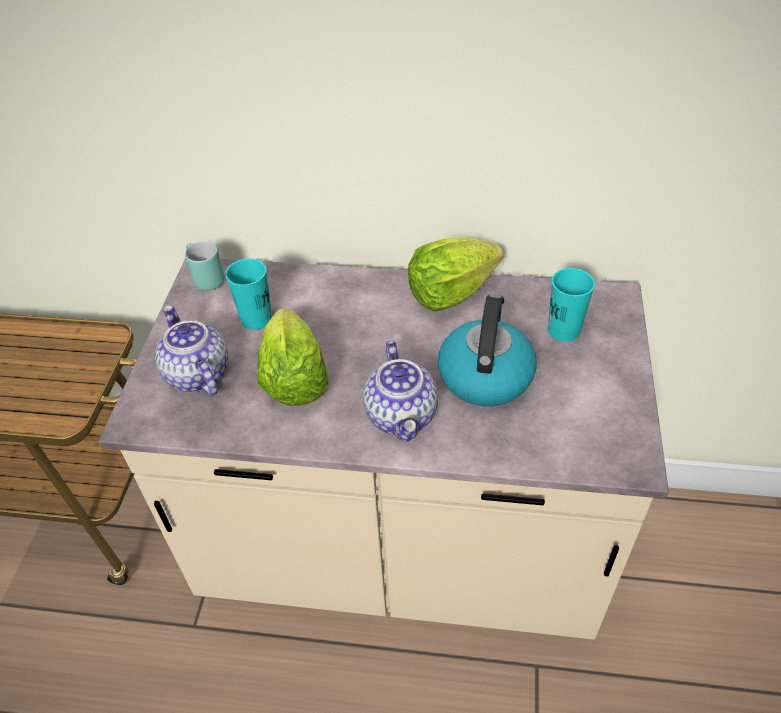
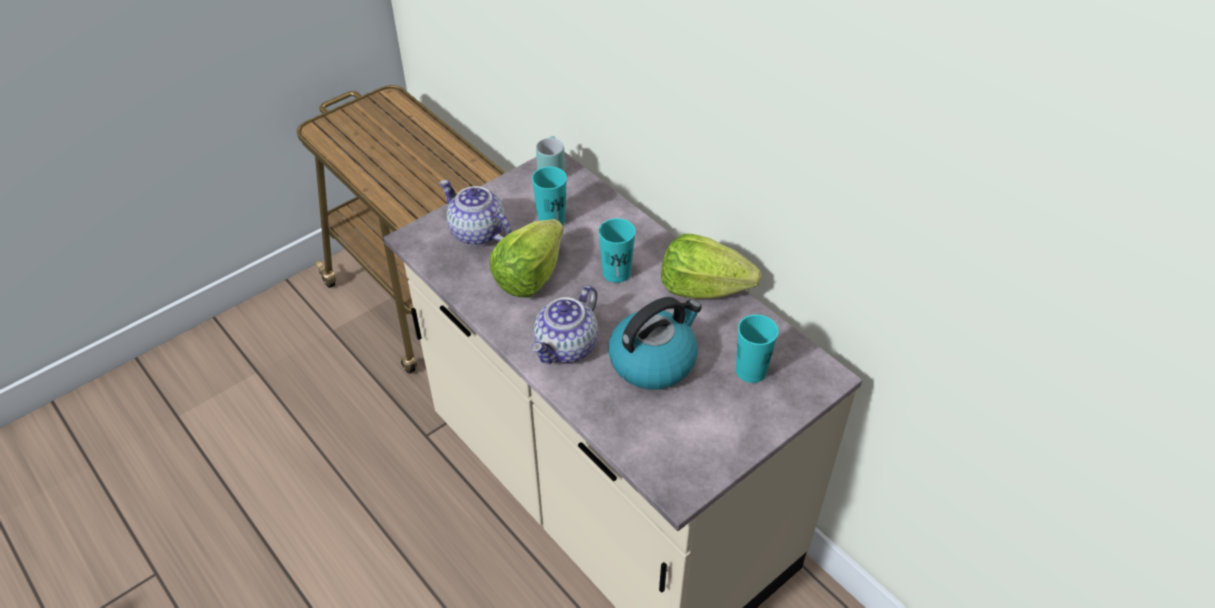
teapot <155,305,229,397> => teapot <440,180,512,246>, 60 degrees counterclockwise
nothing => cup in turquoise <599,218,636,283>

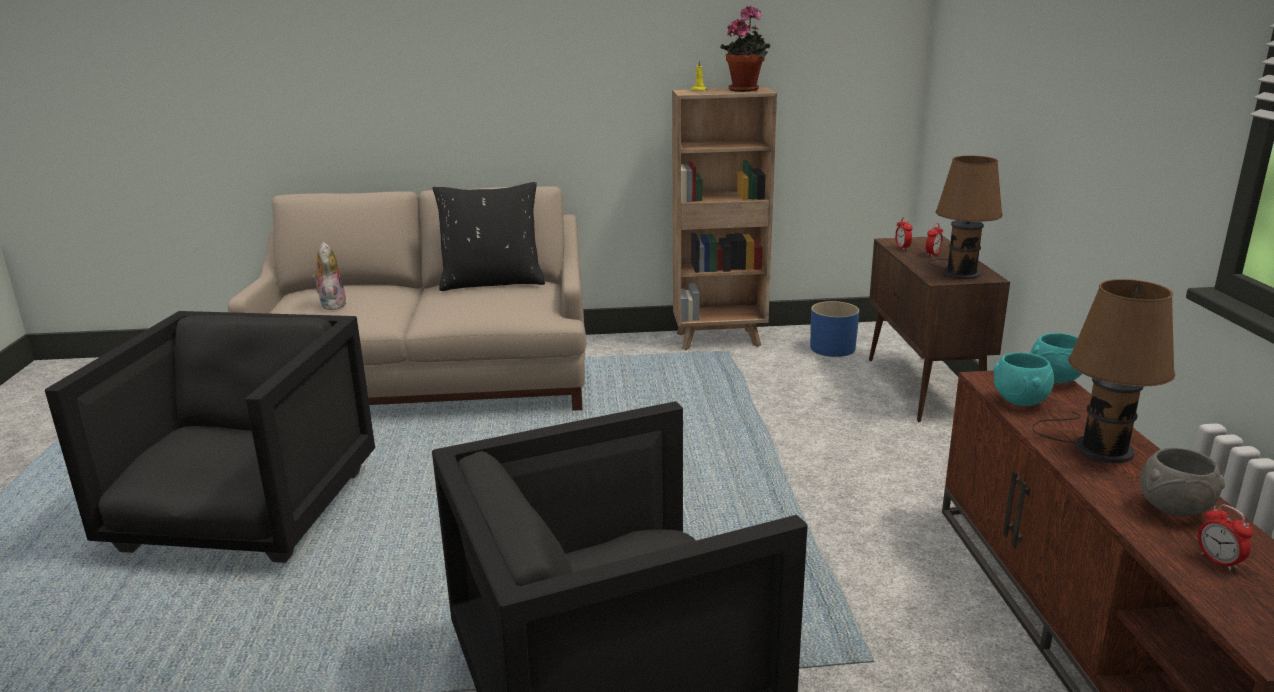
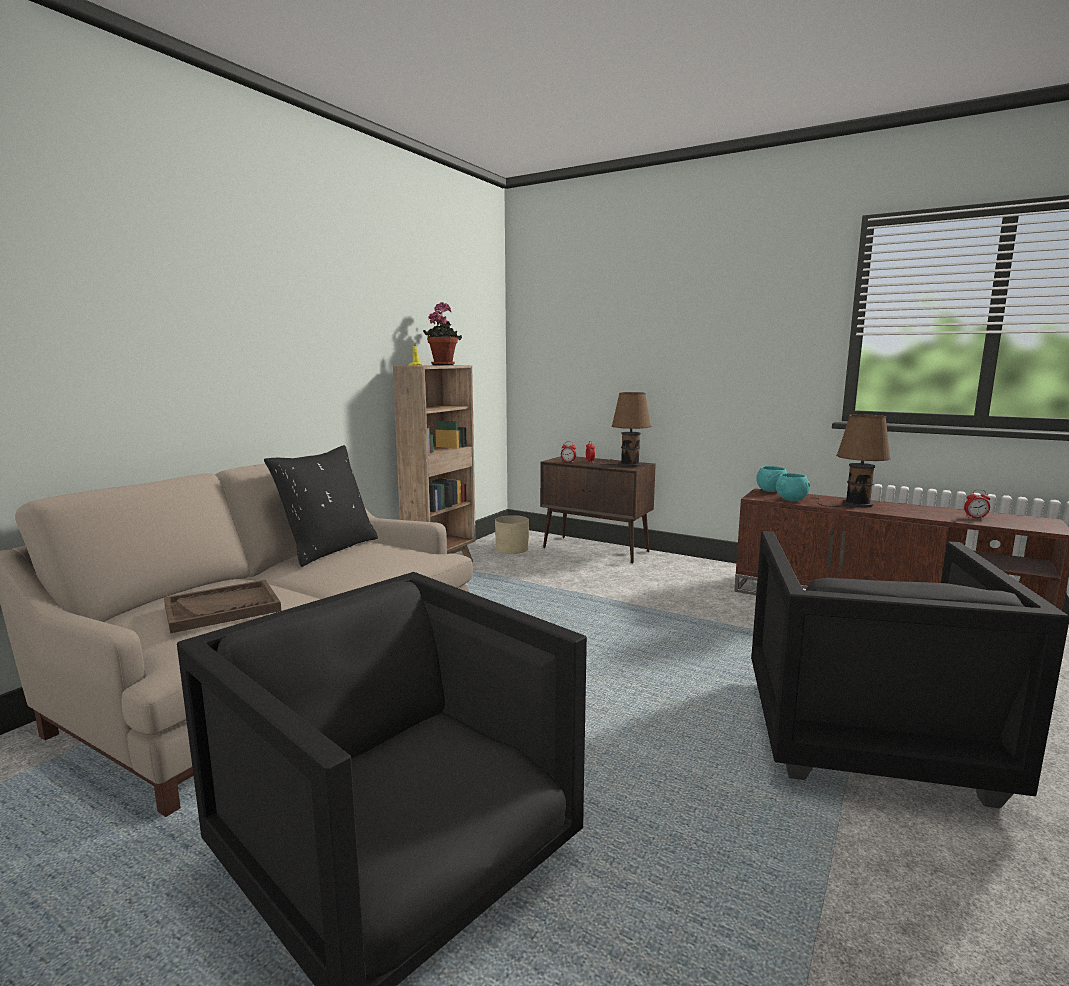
plush toy <312,242,347,310> => tray in brown <164,580,281,633>
planter in blue <810,301,859,357> => planter in beige <495,515,529,554>
bowl in grey <1140,448,1225,517> => nothing

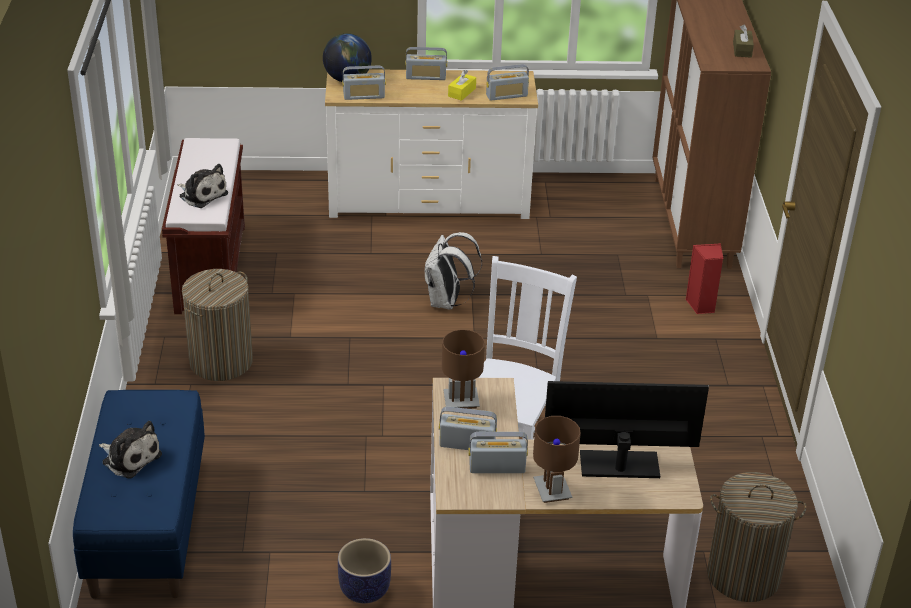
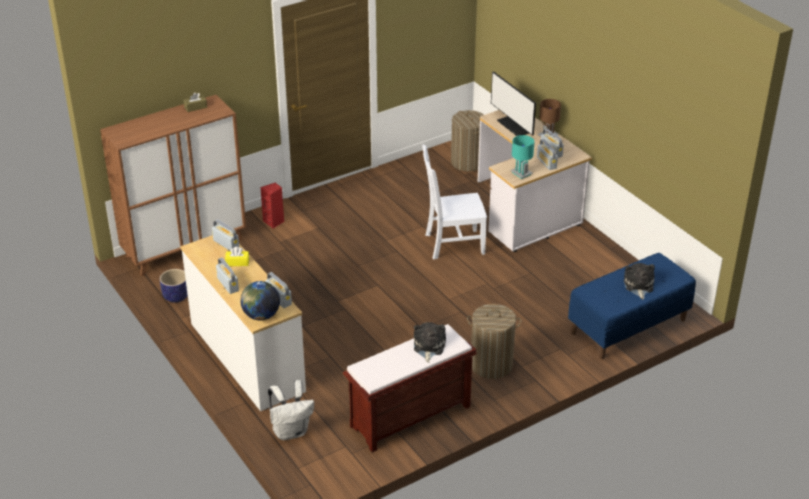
planter <338,538,391,603> => planter <160,269,188,303>, shifted
backpack in white <424,232,482,310> => backpack in white <268,380,314,440>, shifted
table lamp in brown <442,329,485,409> => table lamp in turquoise <510,135,534,179>

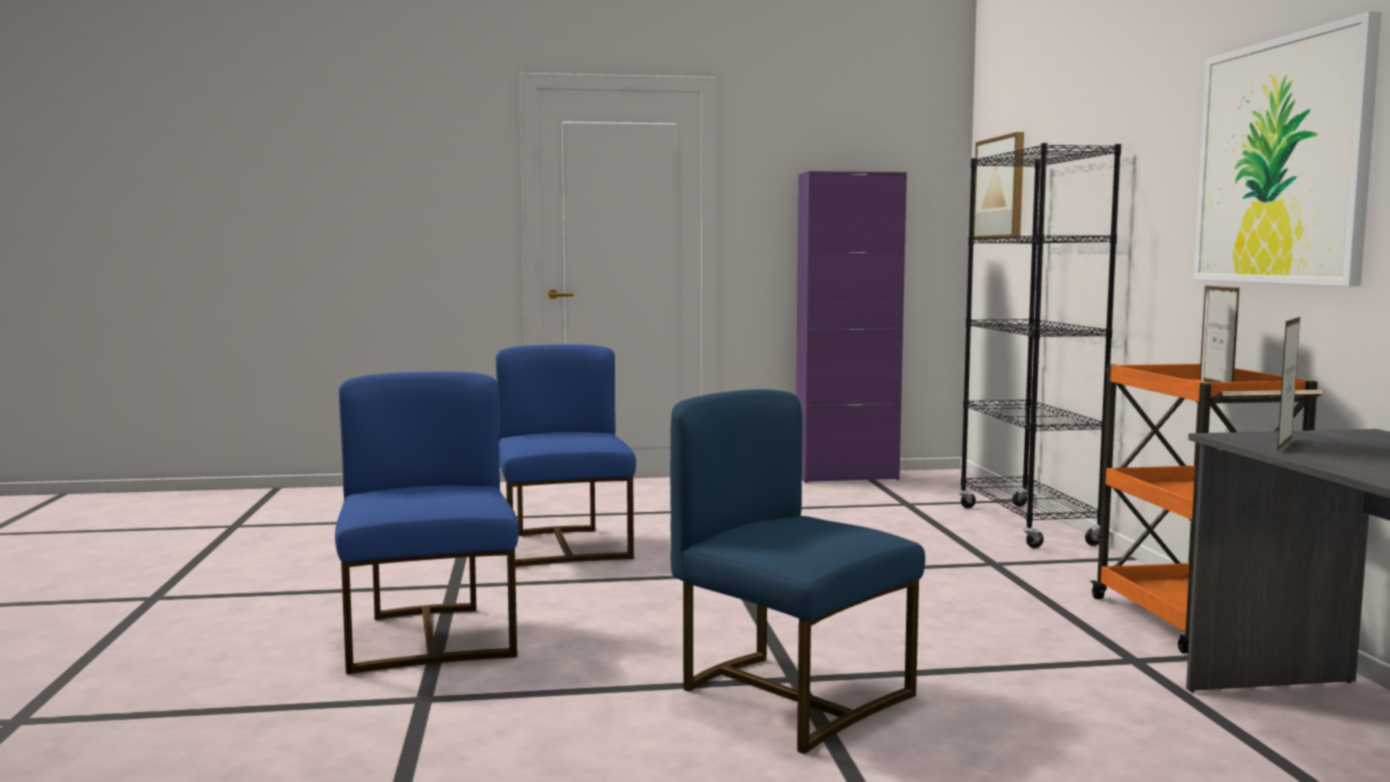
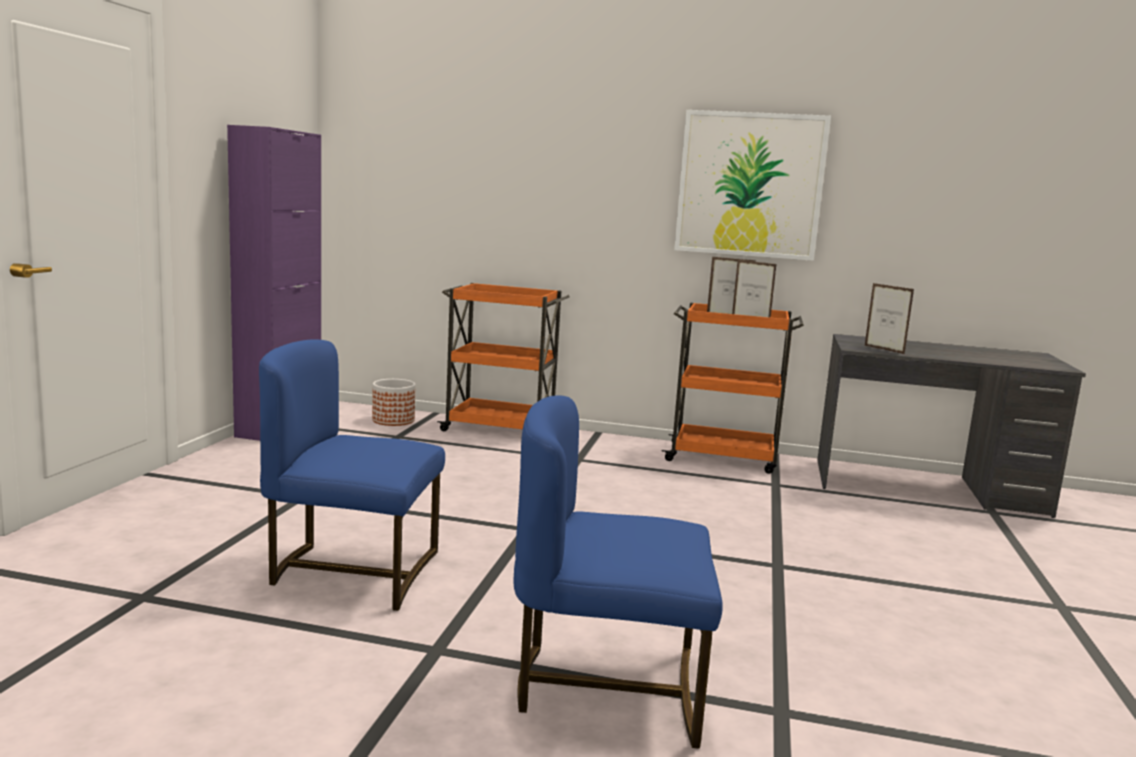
chair in blue <670,389,925,754> => nothing
bookcase in black <959,143,1121,548> => cart in orange <437,283,569,431>
picture <974,132,1024,240> => nothing
nothing => planter <372,379,415,426>

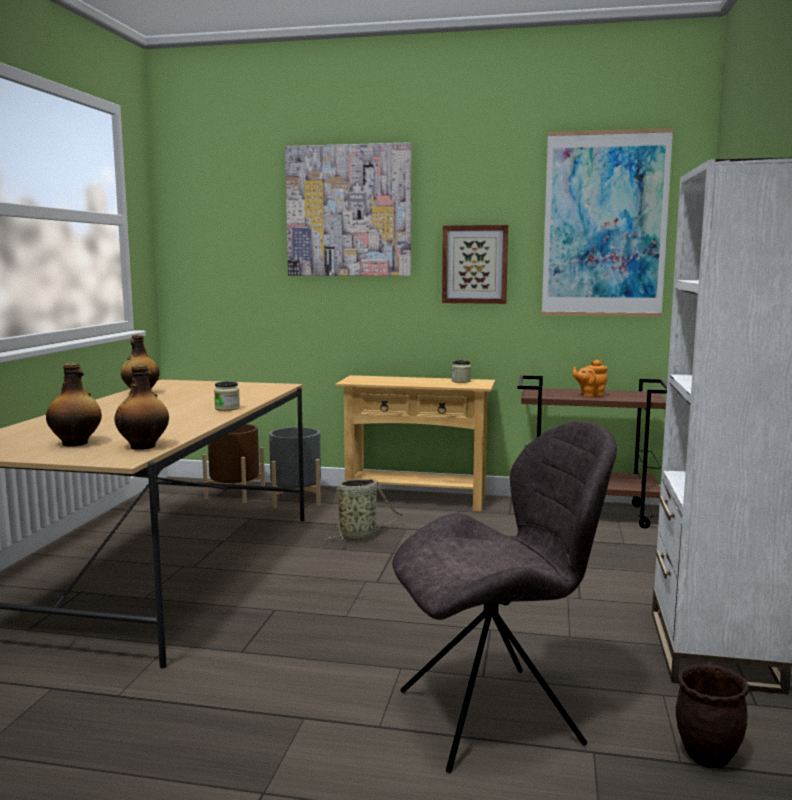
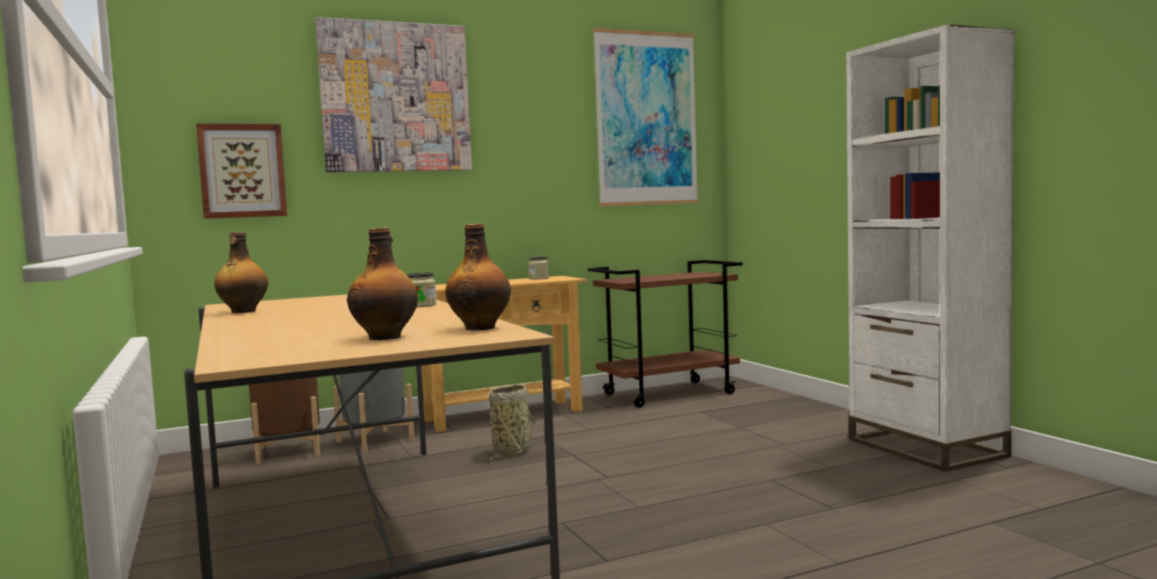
chair in grey <392,421,617,773> => nothing
picture <442,225,508,304> => picture <196,123,287,219>, shifted
teapot in orange <573,360,607,398> => nothing
planter in brown <676,664,749,768> => nothing

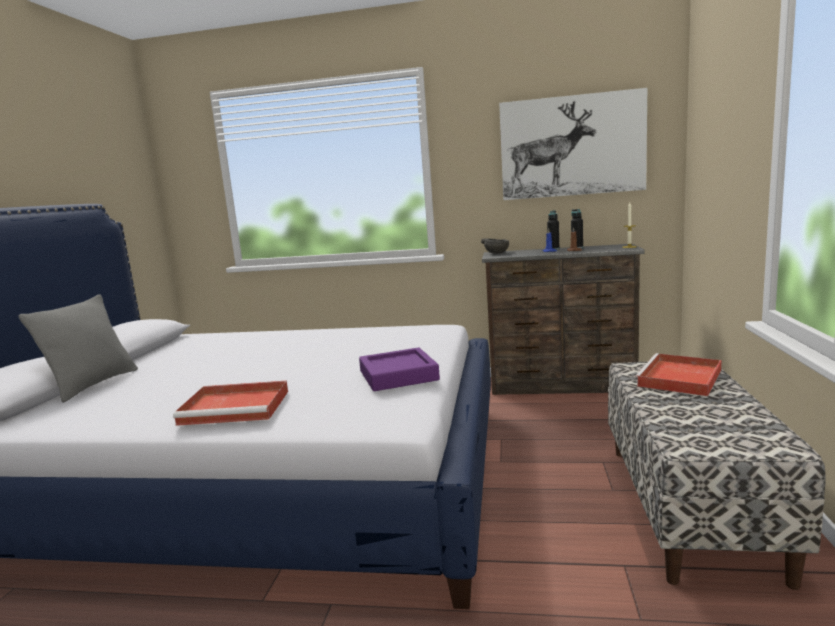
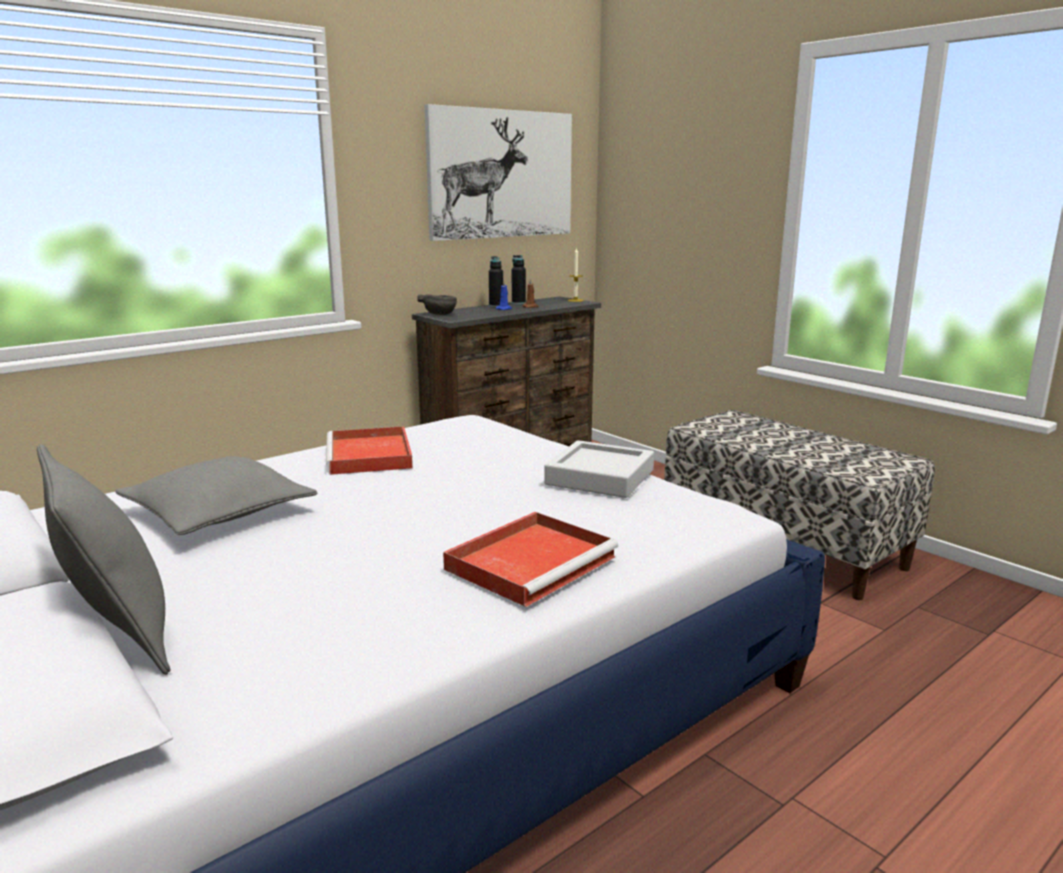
tray in purple <359,347,440,391> => tray in grey <544,440,654,498>
tray in red <634,353,722,396> => tray in red <326,426,413,475>, shifted
nothing => pillow in grey <115,456,317,535>

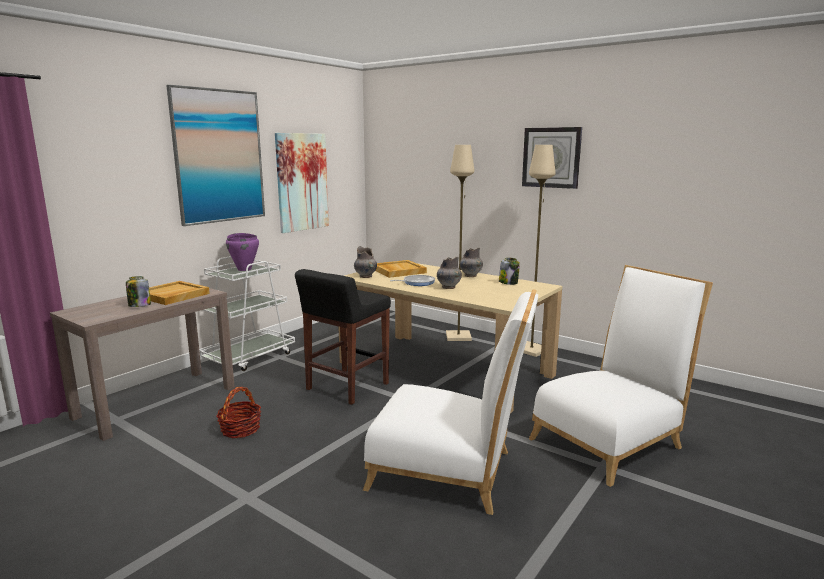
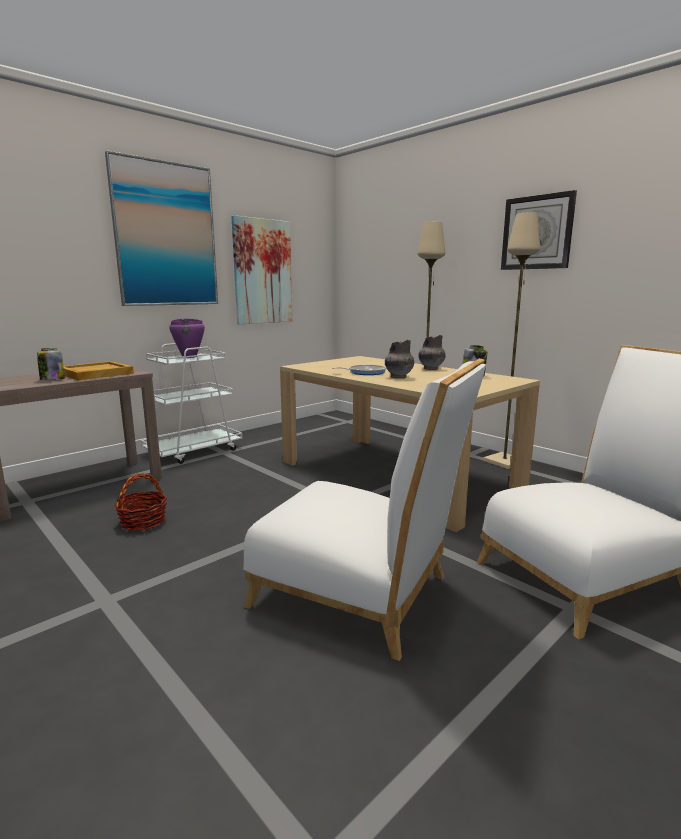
stool in black <295,269,391,405> => nothing
vase in grey <354,246,377,278> => nothing
tray in beige <375,260,427,278> => nothing

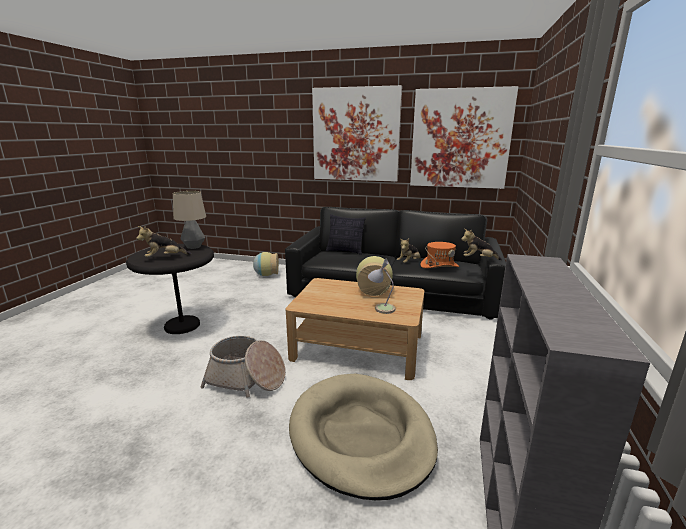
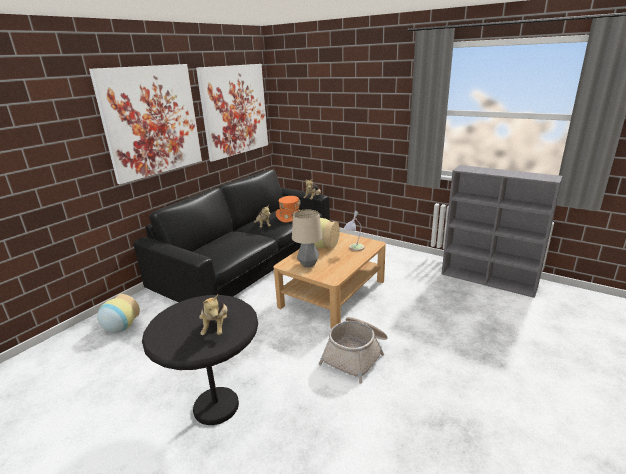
table lamp <173,191,206,249> => table lamp <292,209,323,268>, shifted
dog bed in beige <289,374,438,500> => nothing
pillow <326,214,366,255> => nothing

